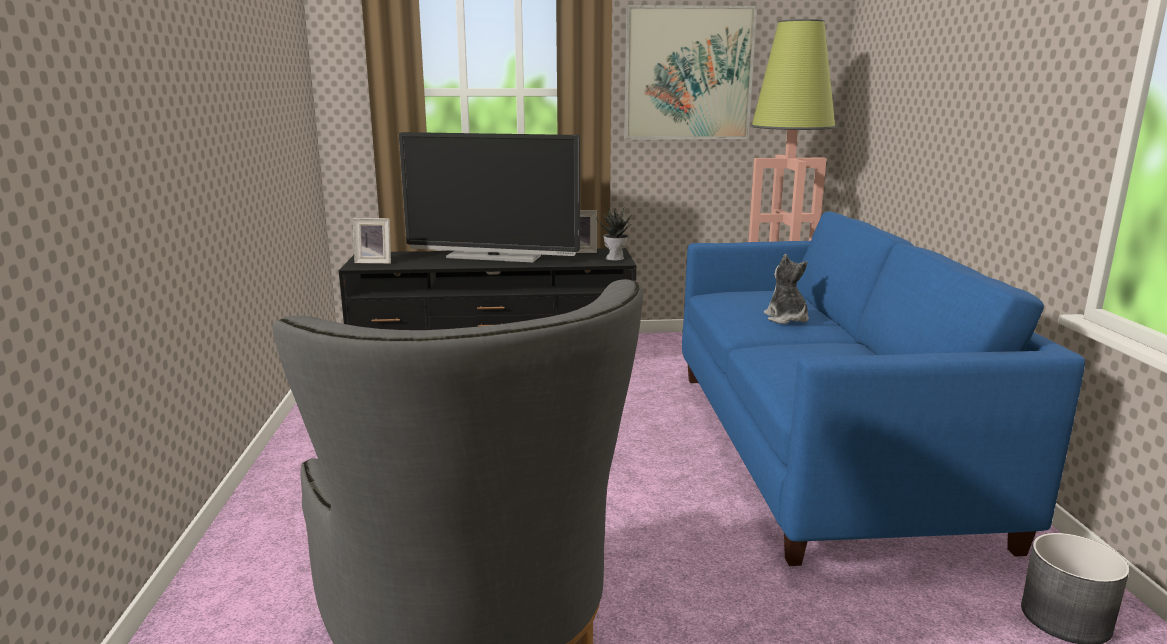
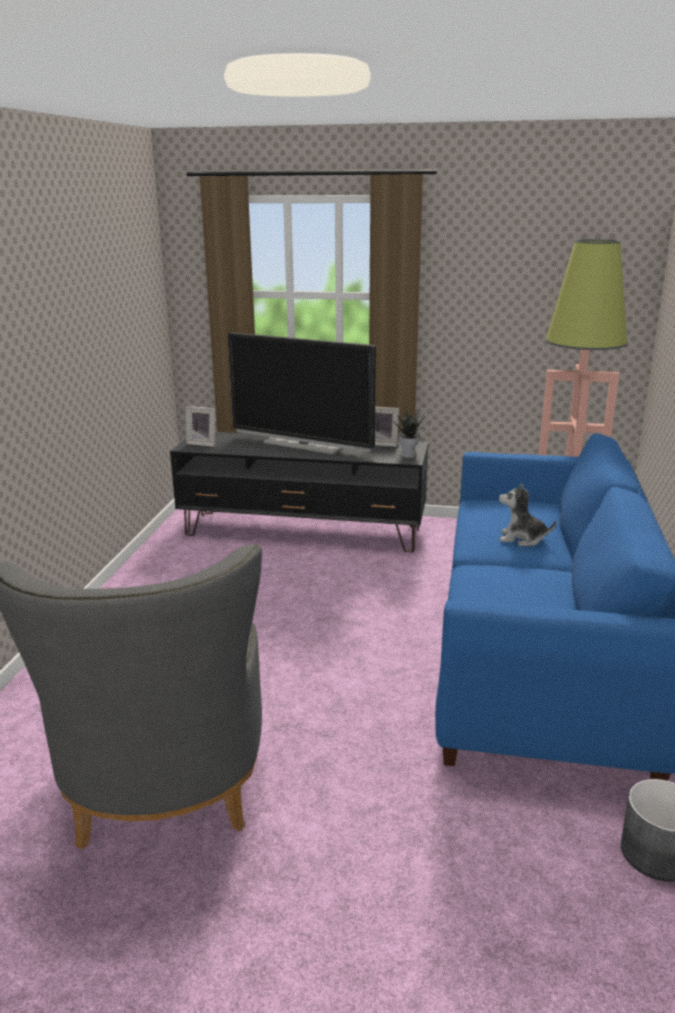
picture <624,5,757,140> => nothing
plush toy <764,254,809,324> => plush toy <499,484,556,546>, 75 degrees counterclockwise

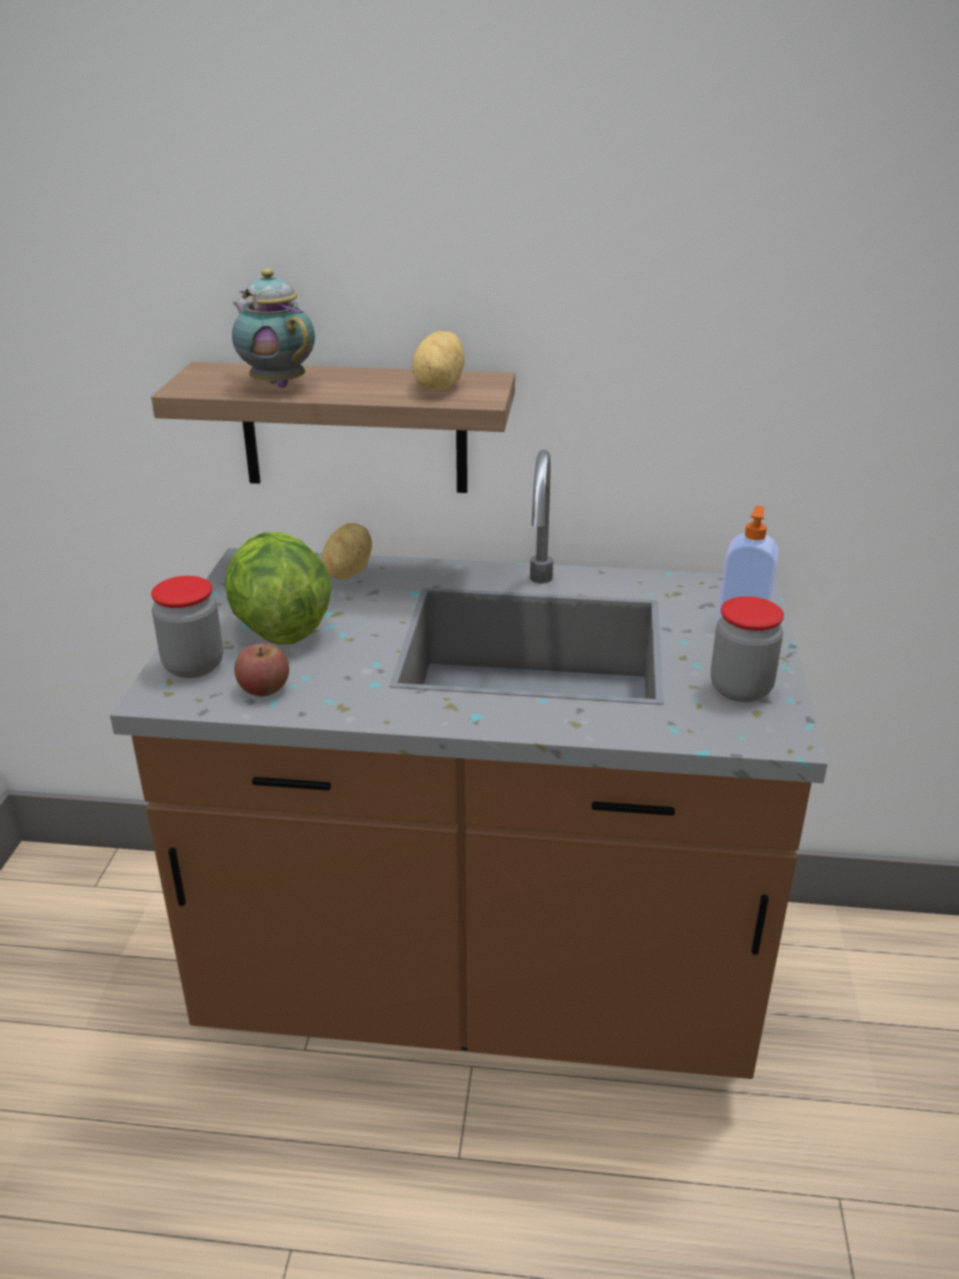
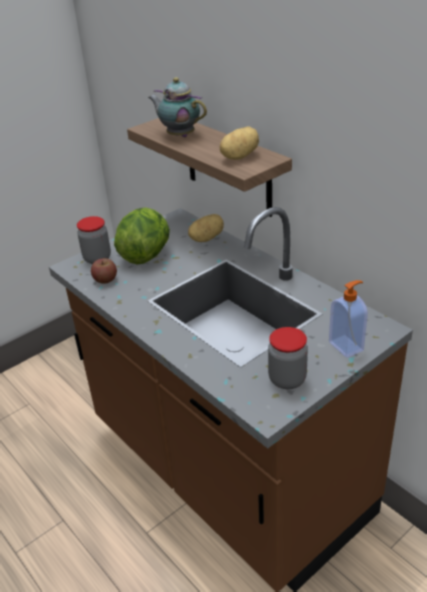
teapot <232,269,315,388> => teapot <148,77,207,137>, 60 degrees counterclockwise

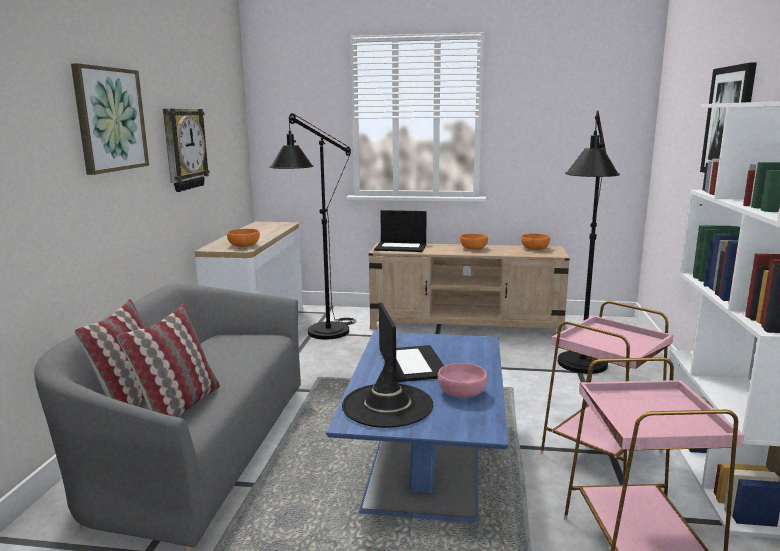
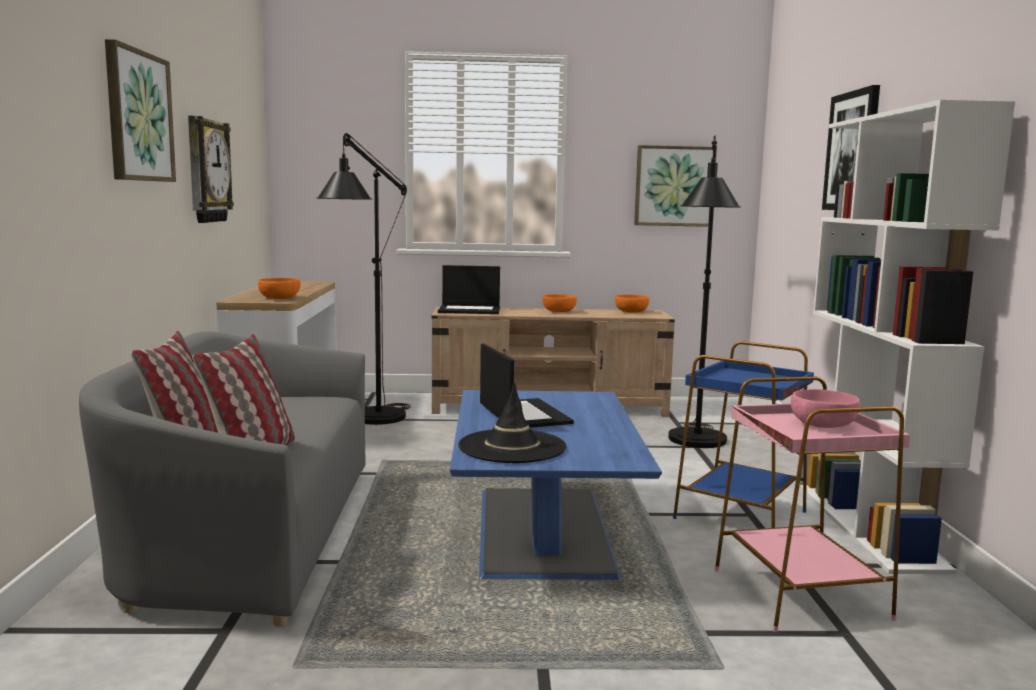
bowl in pink <438,363,487,398> => bowl in pink <791,389,860,428>, shifted
side table in pink <541,301,674,482> => side table in blue <673,341,814,528>
nothing => picture <634,145,717,227>

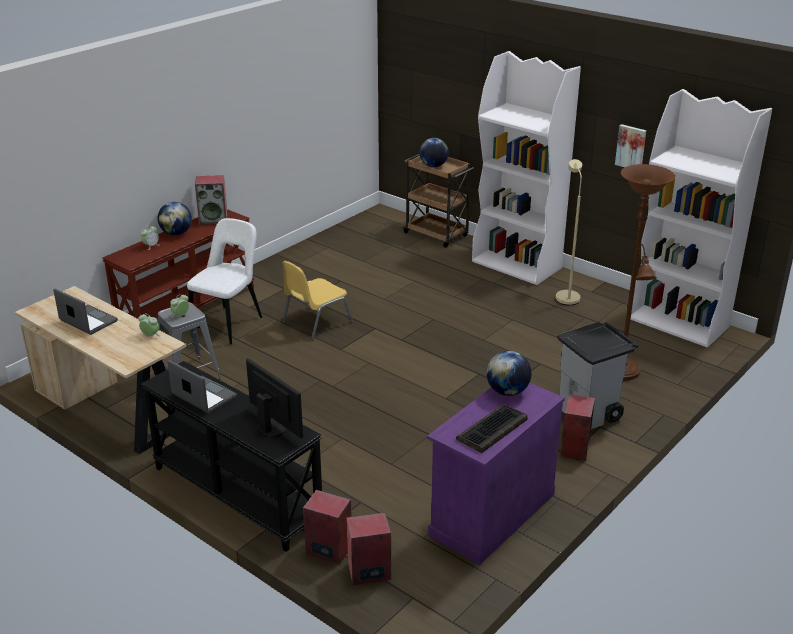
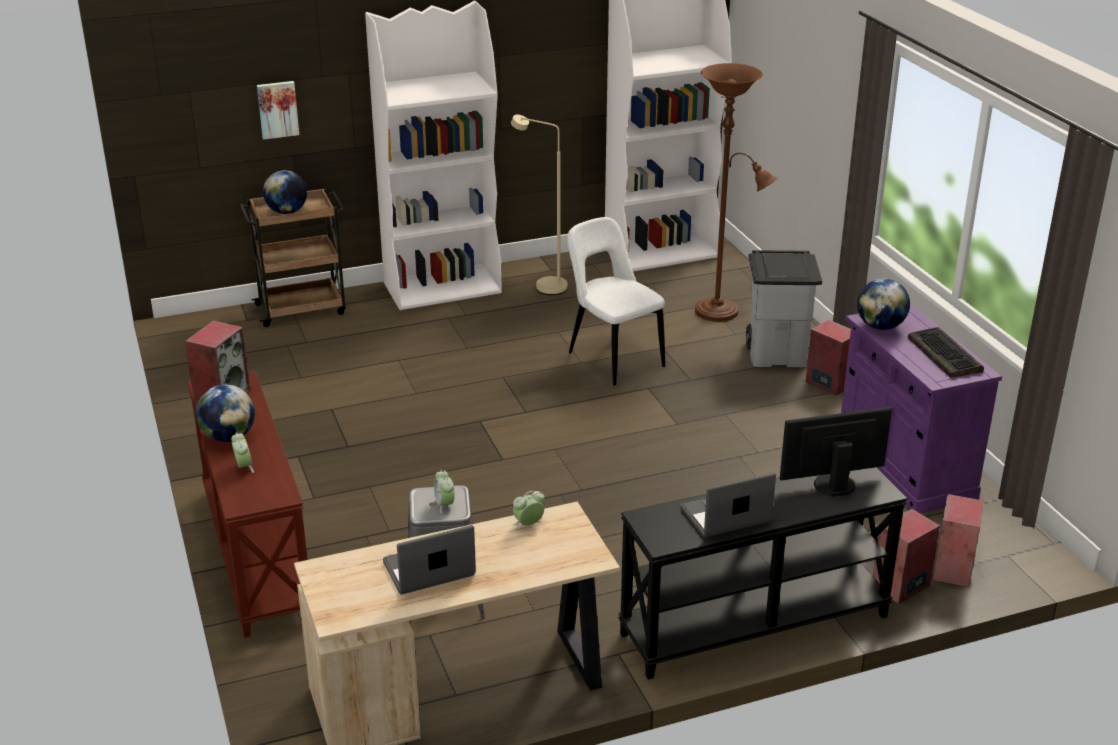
chair in white <187,218,262,344> => chair in white <567,217,665,386>, shifted
chair in yellow <283,261,353,340> => nothing
picture <615,124,646,167> => picture <257,81,299,140>, shifted

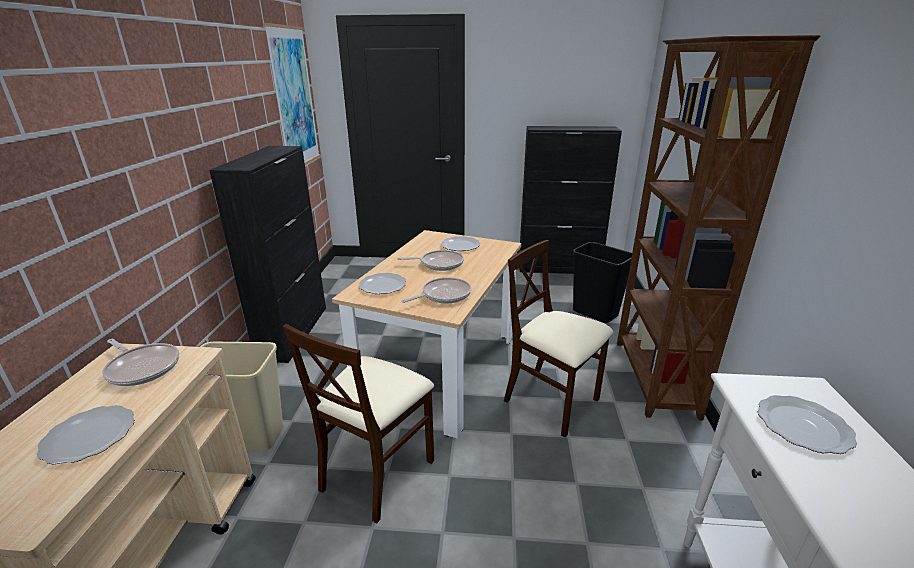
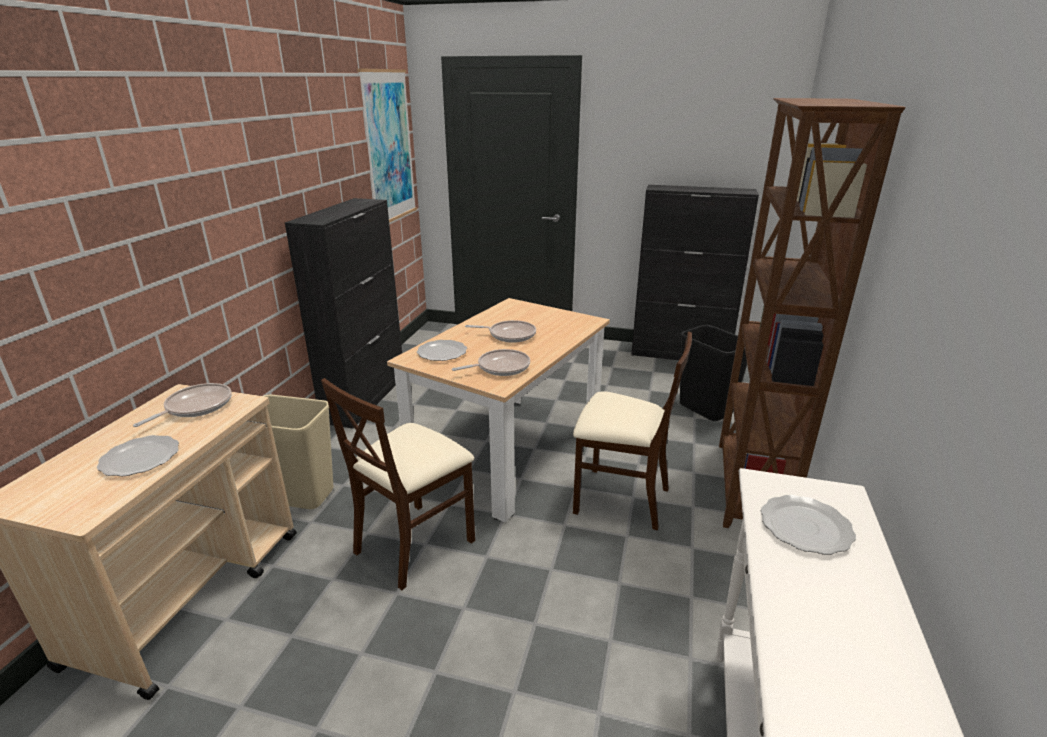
frying pan <102,339,179,386> => frying pan <133,383,232,427>, 105 degrees counterclockwise
plate <441,236,480,251> => nothing
chair in beige <504,240,613,438> => chair in beige <573,332,692,530>, 150 degrees clockwise

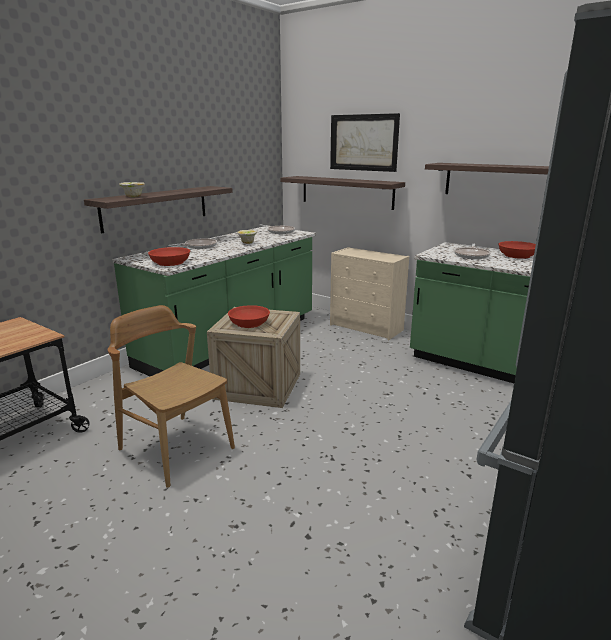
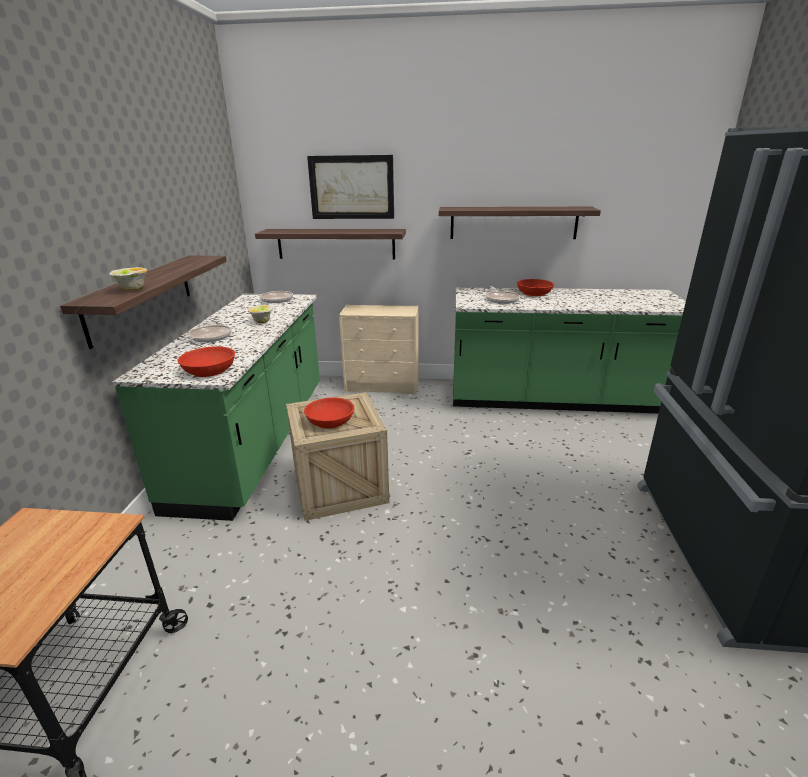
chair in brown <108,305,235,488> => nothing

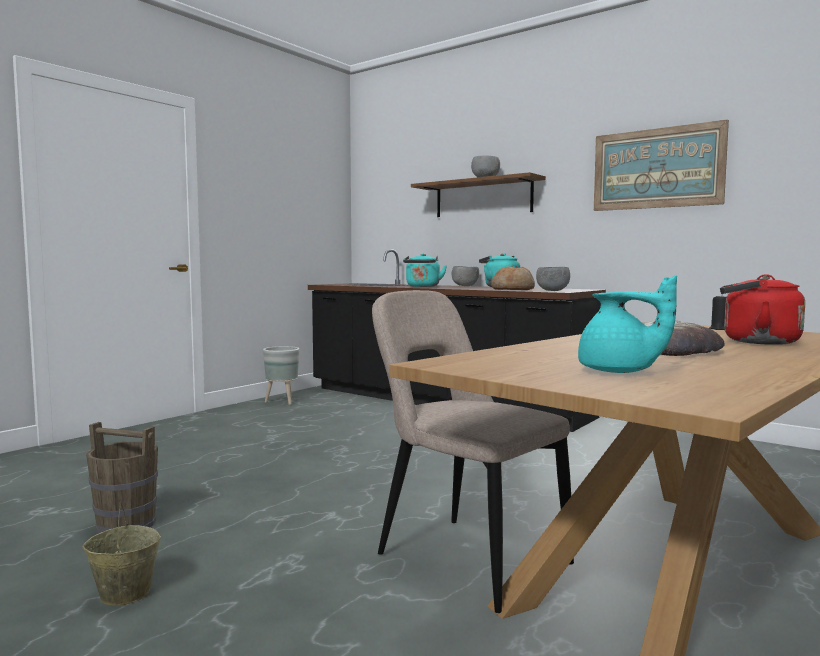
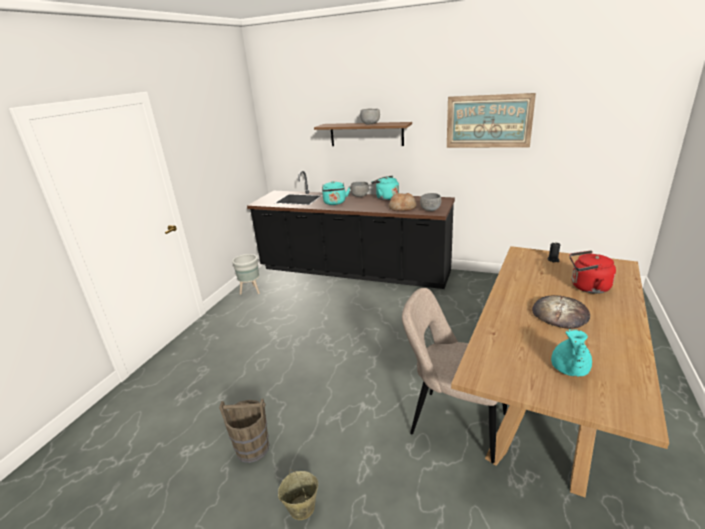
teapot in turquoise <578,275,677,373> => teapot in turquoise <551,329,592,377>, 90 degrees clockwise

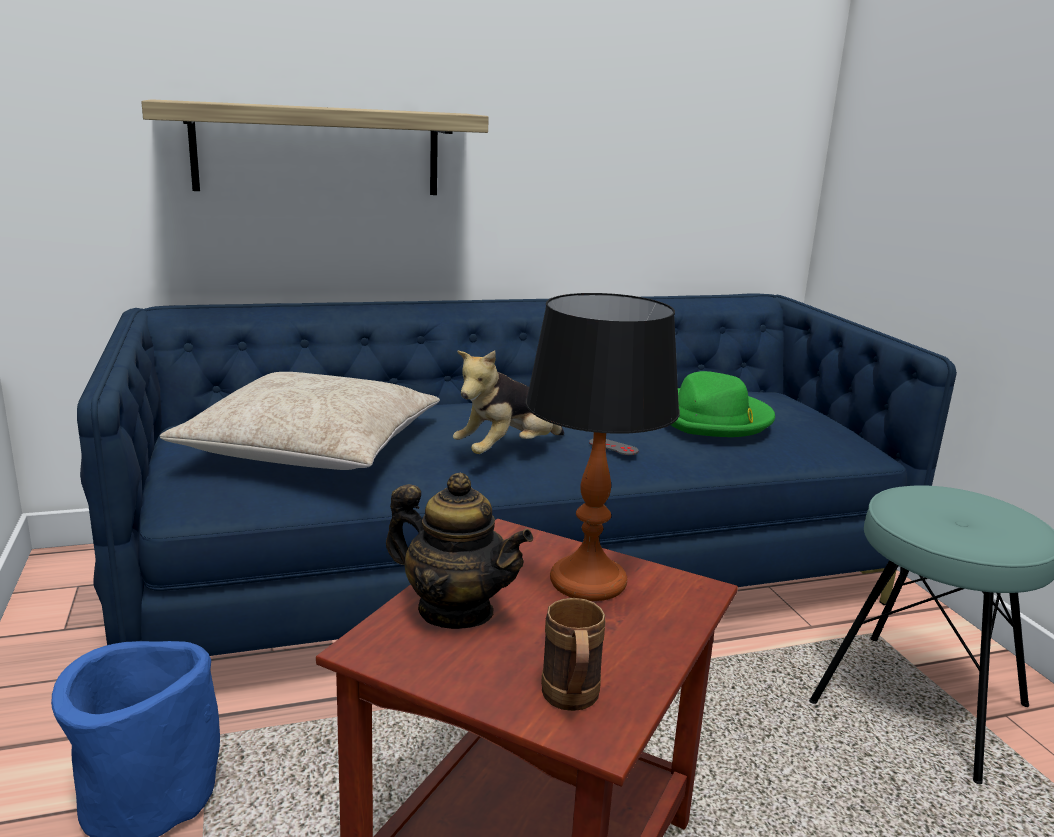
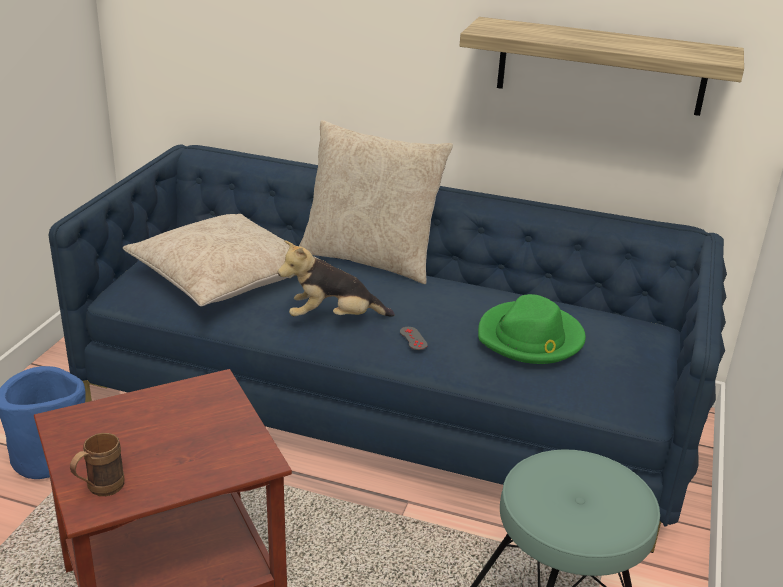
shelf <141,99,489,195> => shelf <459,17,744,116>, shifted
teapot <386,473,533,629> => nothing
table lamp <526,293,680,601> => nothing
nothing => pillow in beige <299,120,453,284>

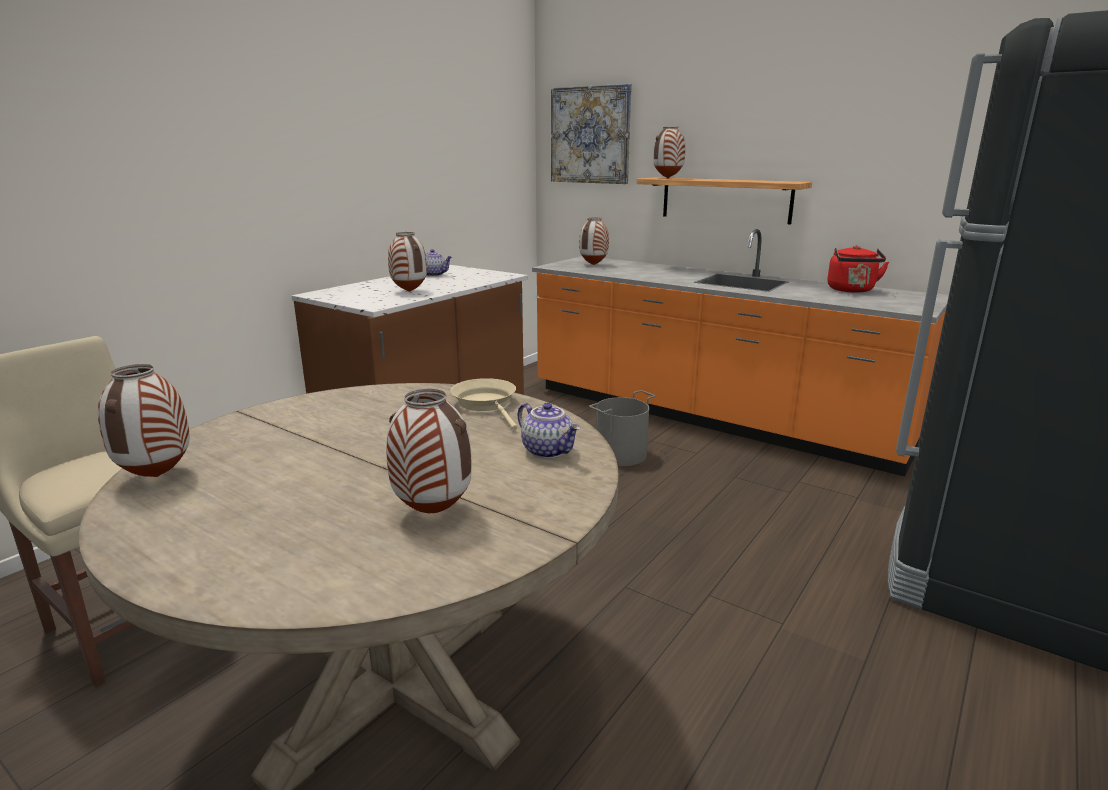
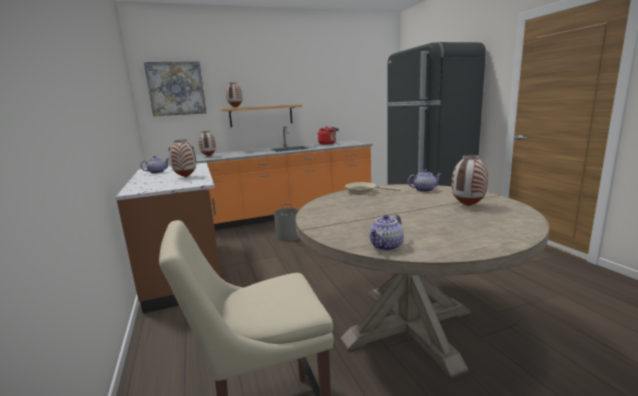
vase <98,364,190,477> => teapot <369,214,404,251>

